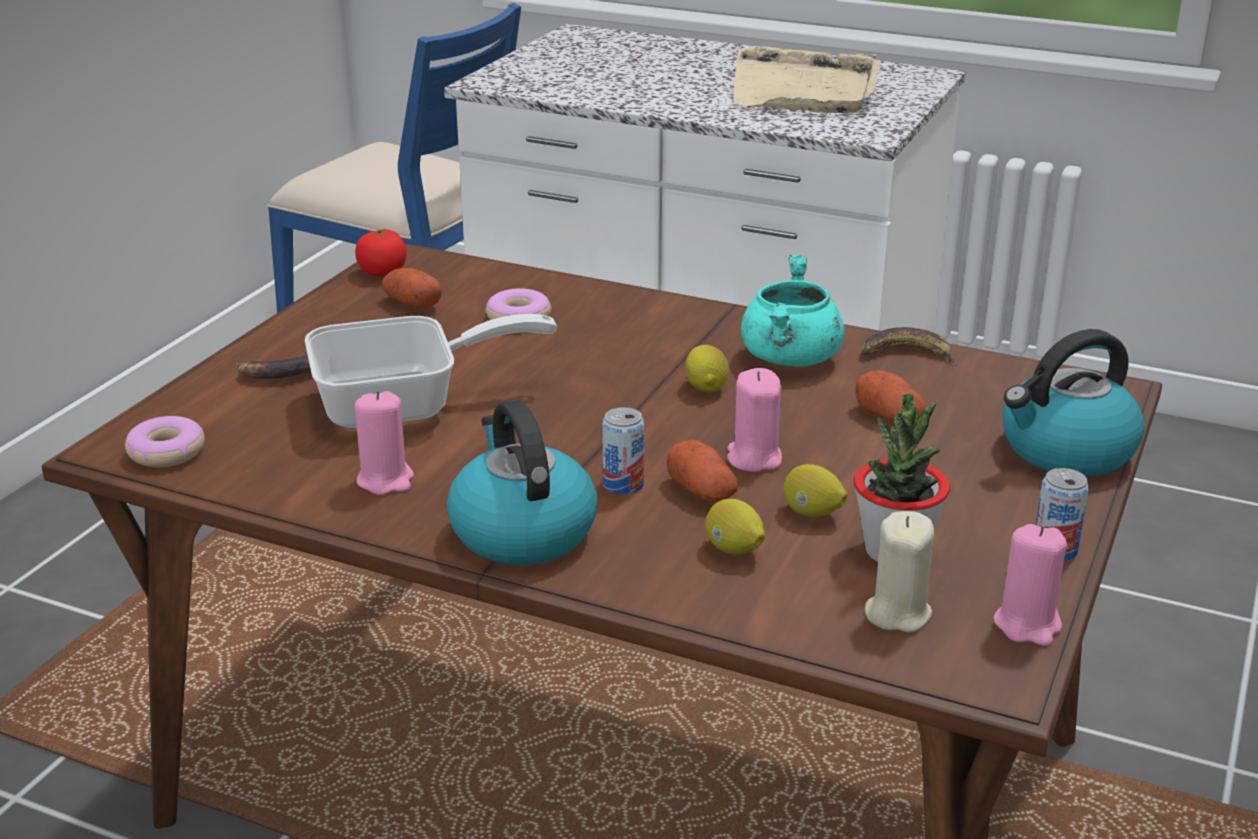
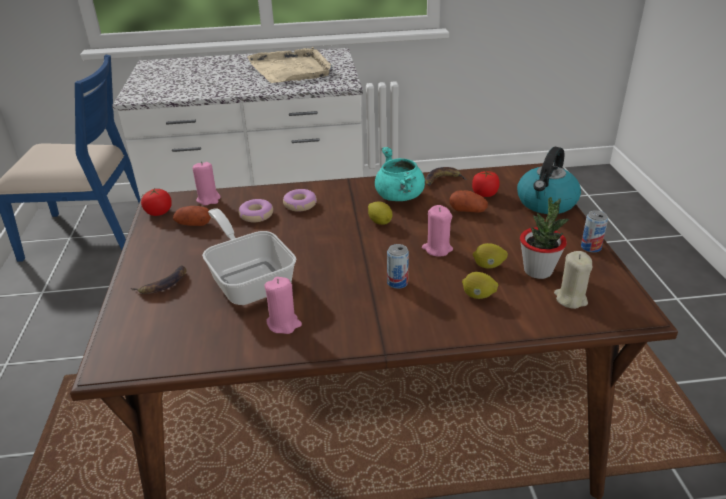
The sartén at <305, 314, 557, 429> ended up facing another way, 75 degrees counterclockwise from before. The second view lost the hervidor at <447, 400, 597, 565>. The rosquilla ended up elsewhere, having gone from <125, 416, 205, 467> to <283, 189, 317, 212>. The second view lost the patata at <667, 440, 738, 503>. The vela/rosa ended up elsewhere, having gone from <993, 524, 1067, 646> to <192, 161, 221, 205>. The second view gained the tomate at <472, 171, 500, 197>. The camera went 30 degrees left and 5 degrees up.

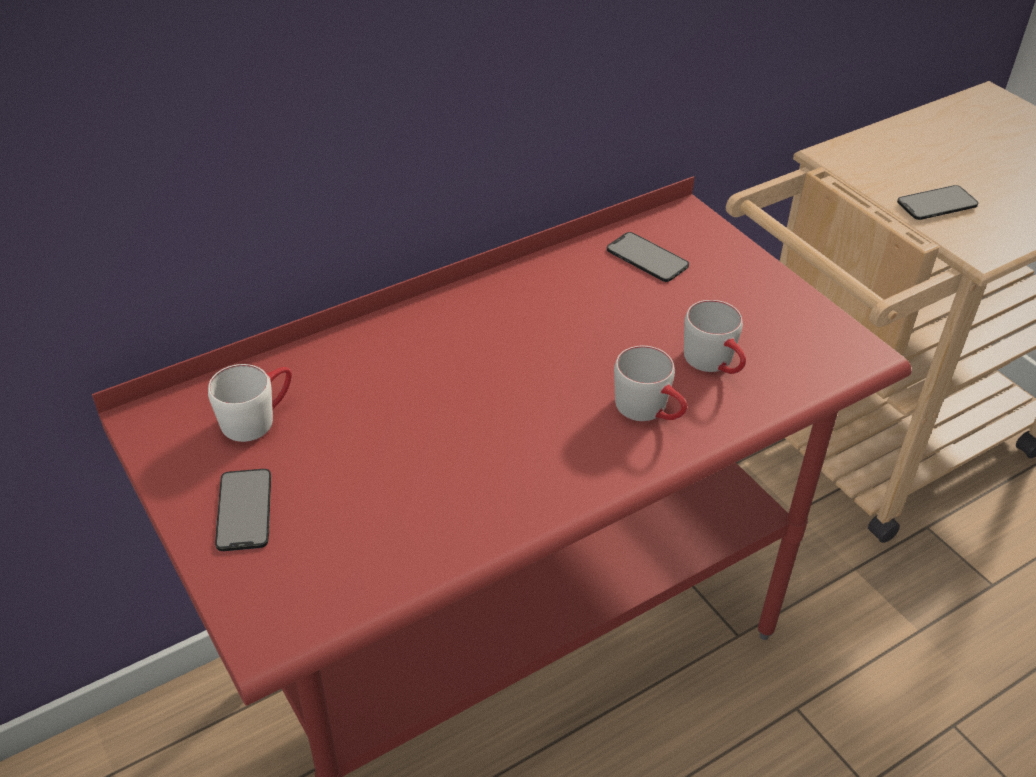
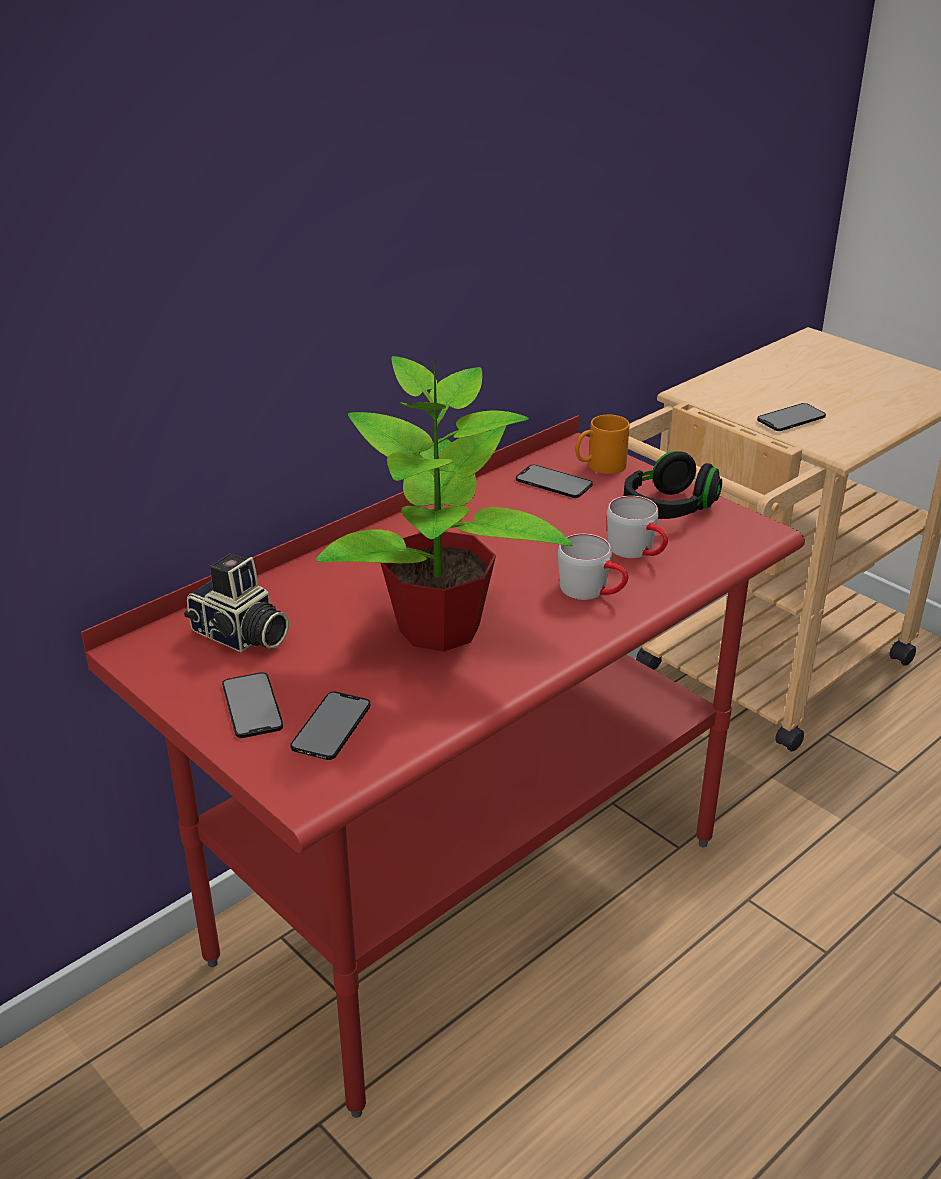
Where the taza grande/blanco stood at <208, 364, 292, 442>, the cámara came to stand at <184, 554, 289, 652>. The second view gained the planta en maceta at <316, 356, 572, 651>. The second view gained the taza grande/naranja at <575, 415, 630, 474>. The second view gained the auriculares/negro at <624, 451, 722, 519>. The second view gained the móvil at <291, 692, 370, 760>. The camera went 10 degrees left and 10 degrees down.

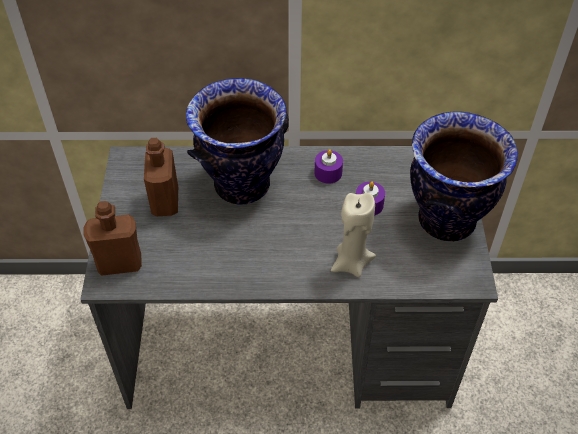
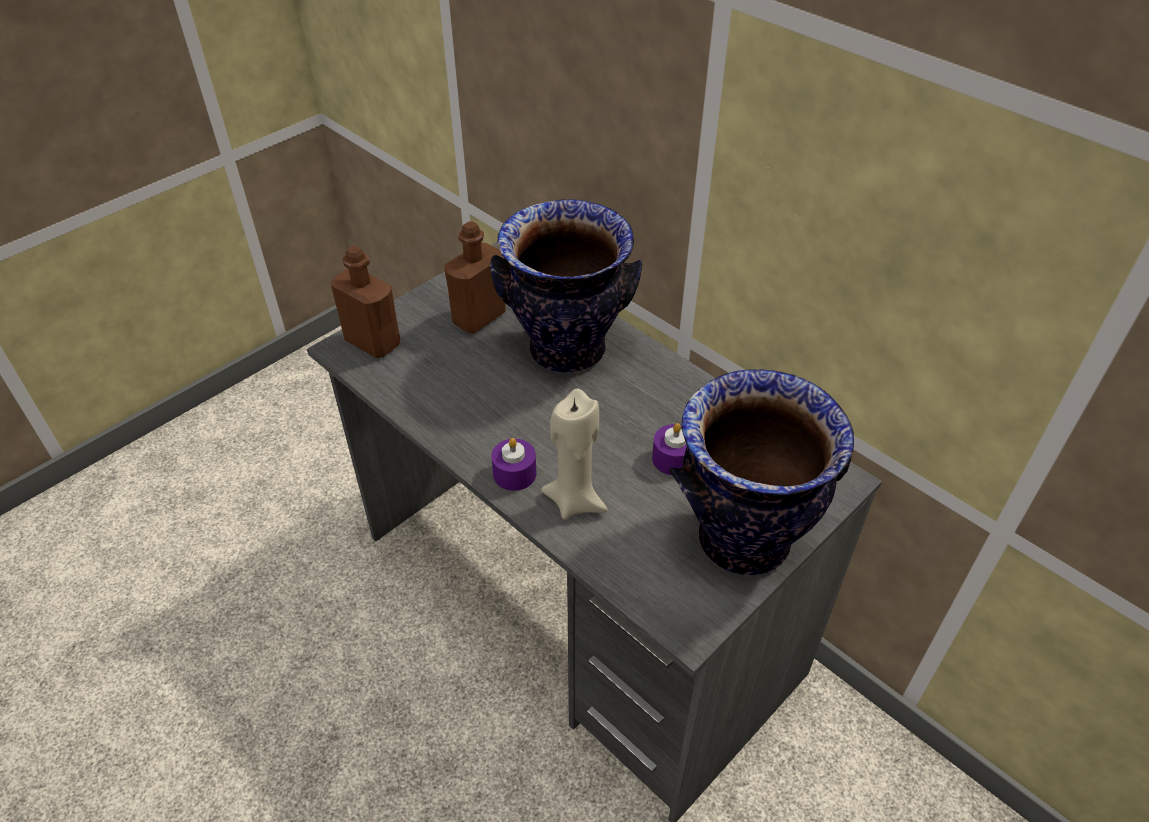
The vela/morado ended up elsewhere, having gone from <314, 149, 343, 184> to <491, 438, 536, 491>. The camera went 45 degrees right and 5 degrees down.

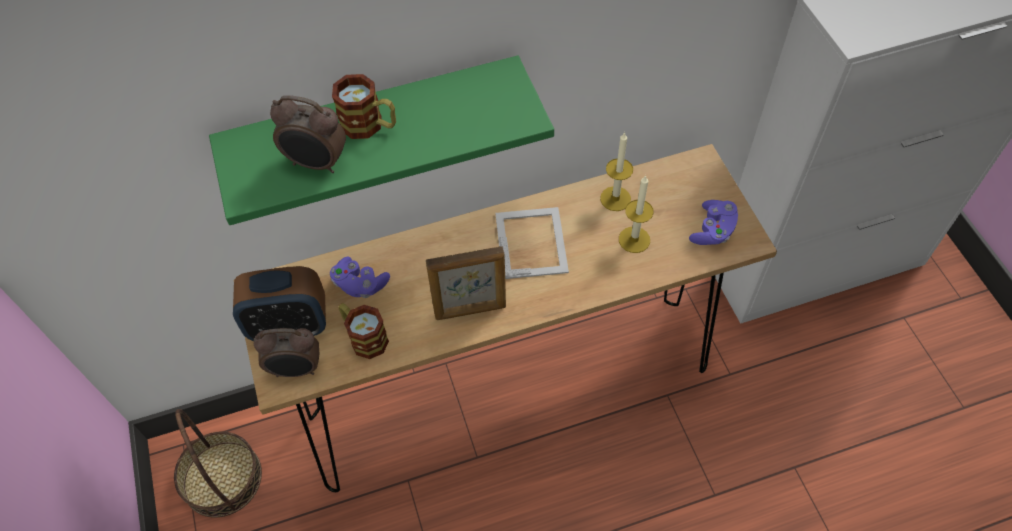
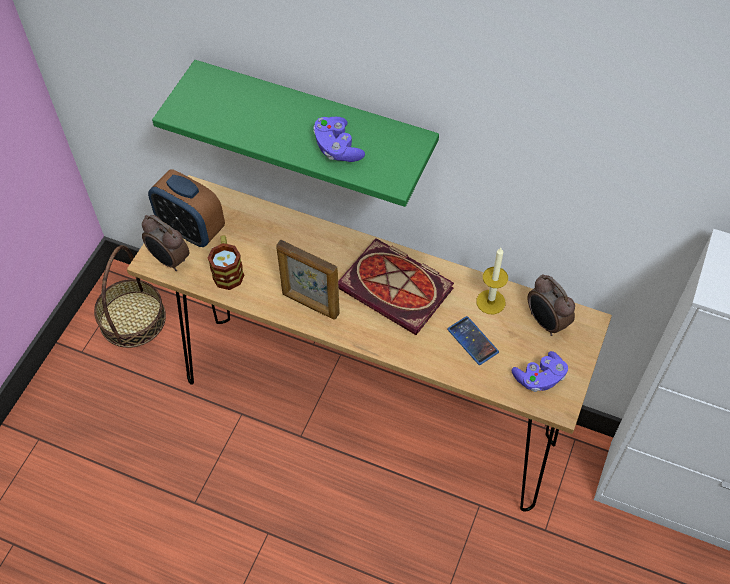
The second view lost the taza grande at <332, 74, 396, 139>. The despertador ended up elsewhere, having gone from <270, 95, 346, 173> to <528, 274, 575, 336>. Where the vela stood at <619, 175, 654, 253>, the móvil came to stand at <447, 316, 499, 365>. Where the portarretratos stood at <495, 207, 569, 279>, the libro came to stand at <338, 238, 454, 335>. The mando de consola/morado ended up elsewhere, having gone from <330, 257, 390, 298> to <313, 117, 365, 162>. The camera went 40 degrees right and 0 degrees up.

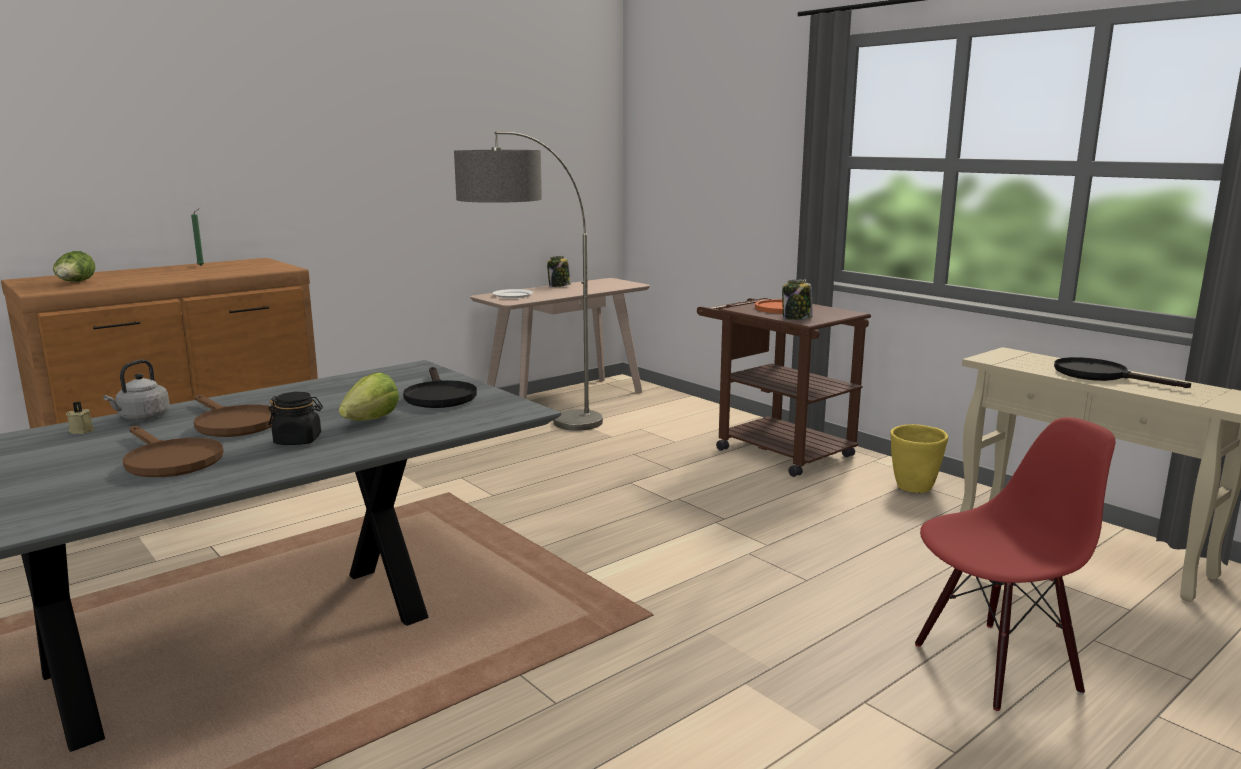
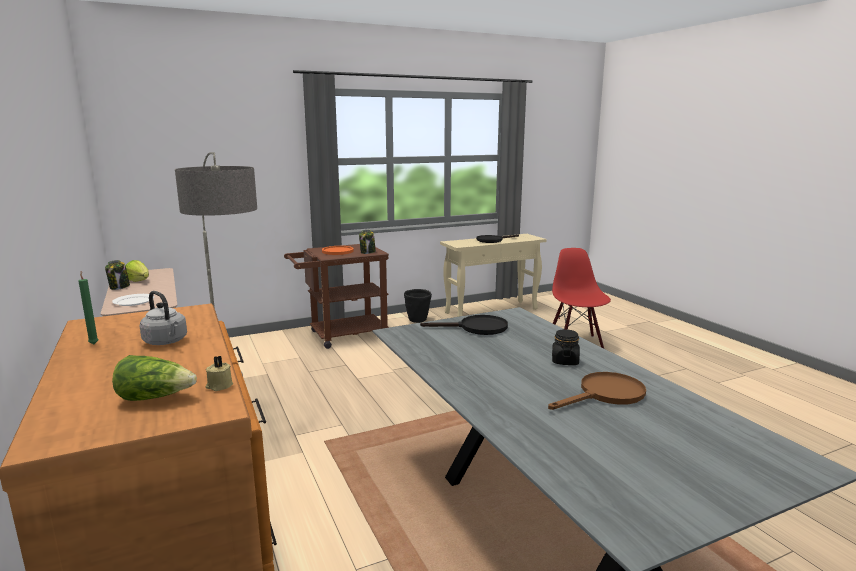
The hervidor/gris ended up elsewhere, having gone from <103, 360, 170, 420> to <140, 291, 187, 345>. The lechuga ended up elsewhere, having gone from <339, 372, 399, 421> to <125, 260, 149, 282>. The second view lost the sartén/marrón at <194, 395, 278, 437>. The vela/beis ended up elsewhere, having gone from <66, 402, 95, 434> to <205, 356, 233, 391>. What was the maceta/amarillo at <890, 424, 948, 493> turned into the maceta/negro at <404, 289, 432, 323>. The camera went 75 degrees left and 0 degrees up.

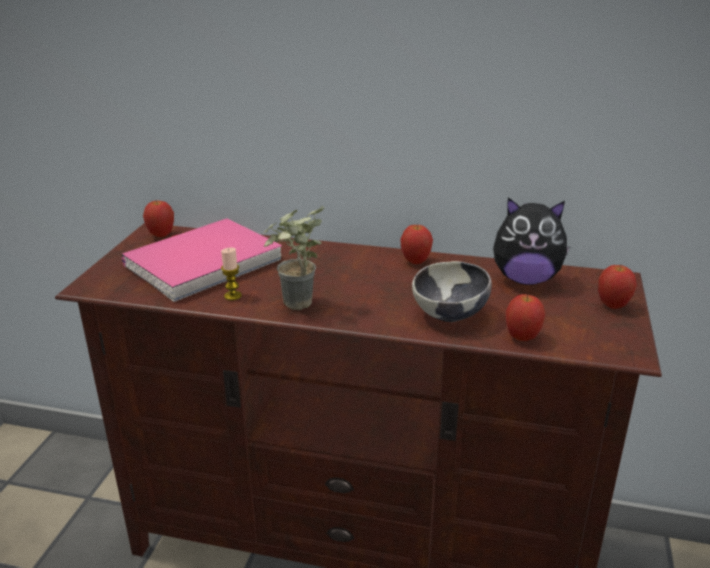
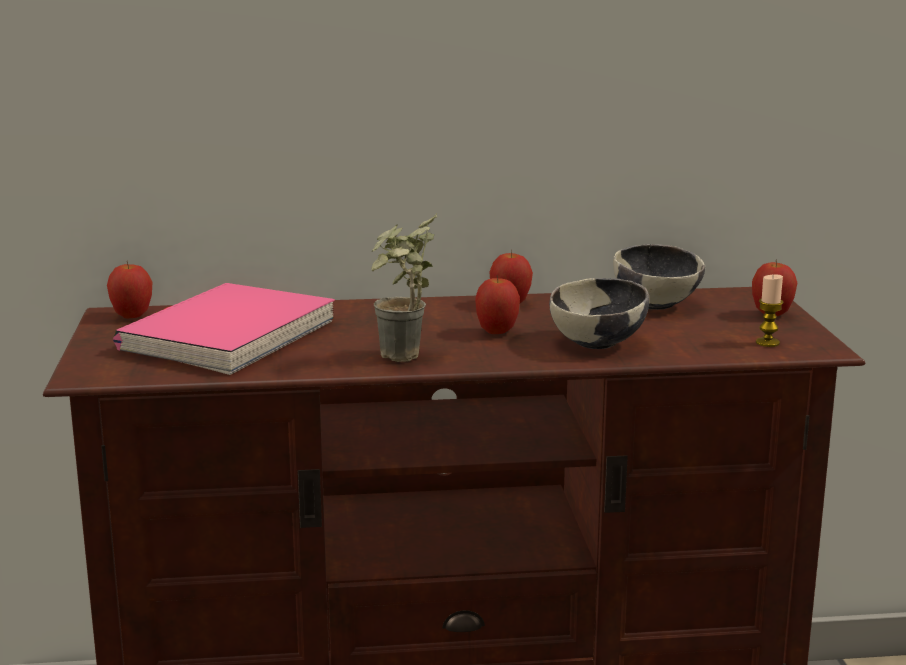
Where the peluche stood at <493, 198, 571, 285>, the cuenco came to stand at <613, 244, 705, 310>. The vela ended up elsewhere, having gone from <221, 248, 242, 301> to <756, 274, 783, 347>. The manzana ended up elsewhere, having gone from <506, 294, 546, 341> to <475, 275, 520, 334>. The camera went 20 degrees left and 10 degrees down.

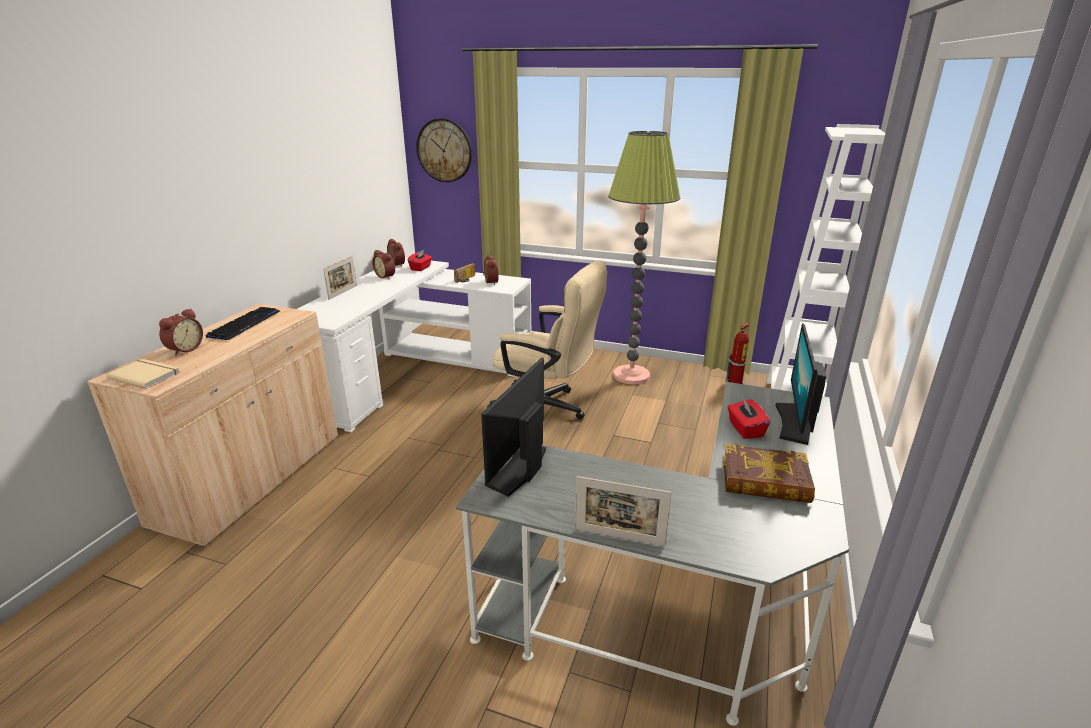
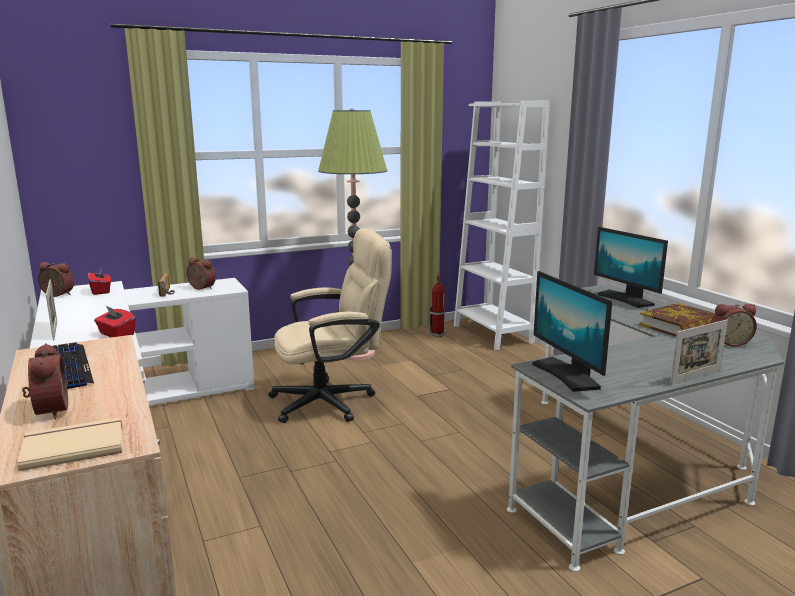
The second view lost the reloj de pared at <416, 118, 472, 182>. The despertador ended up elsewhere, having gone from <372, 250, 395, 279> to <711, 304, 757, 347>. The caja de pañuelos/rojo ended up elsewhere, having gone from <728, 398, 770, 439> to <94, 305, 136, 337>. The camera went 45 degrees left and 10 degrees down.

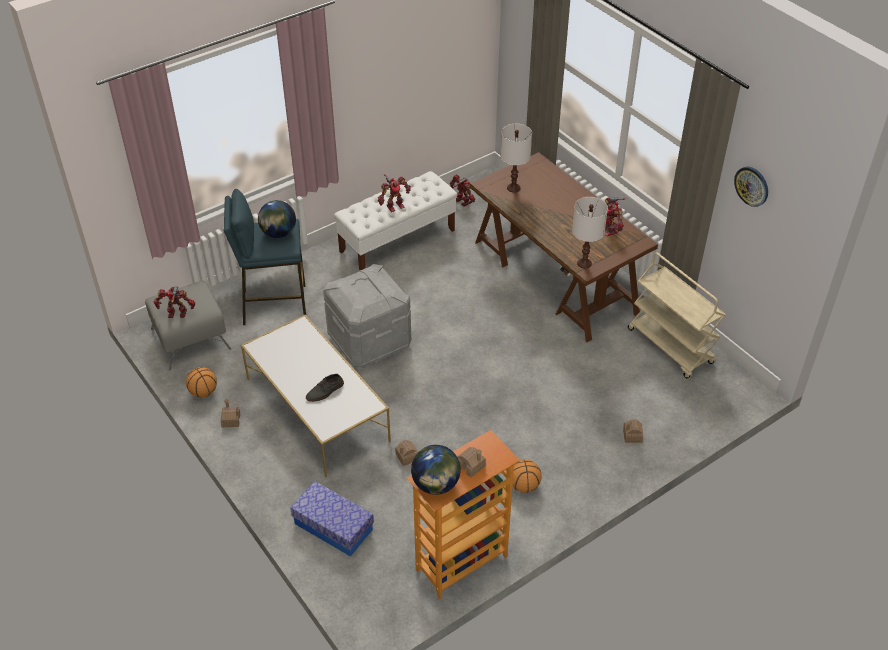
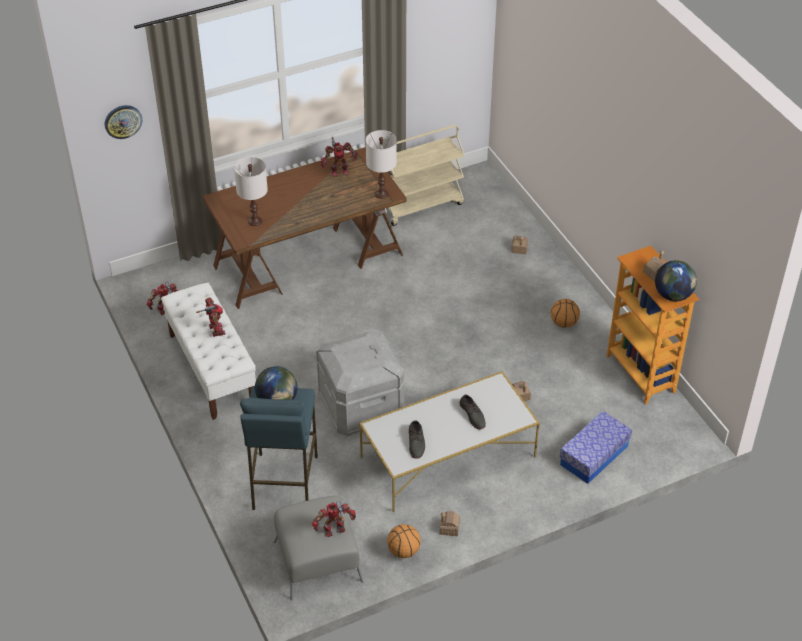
The reloj de pared ended up elsewhere, having gone from <734, 167, 768, 207> to <105, 105, 142, 139>. The robot de juguete at <153, 287, 195, 318> ended up facing another way, 60 degrees clockwise from before. The second view gained the zapato/gris at <409, 421, 425, 459>. The camera went 80 degrees left and 0 degrees up.

